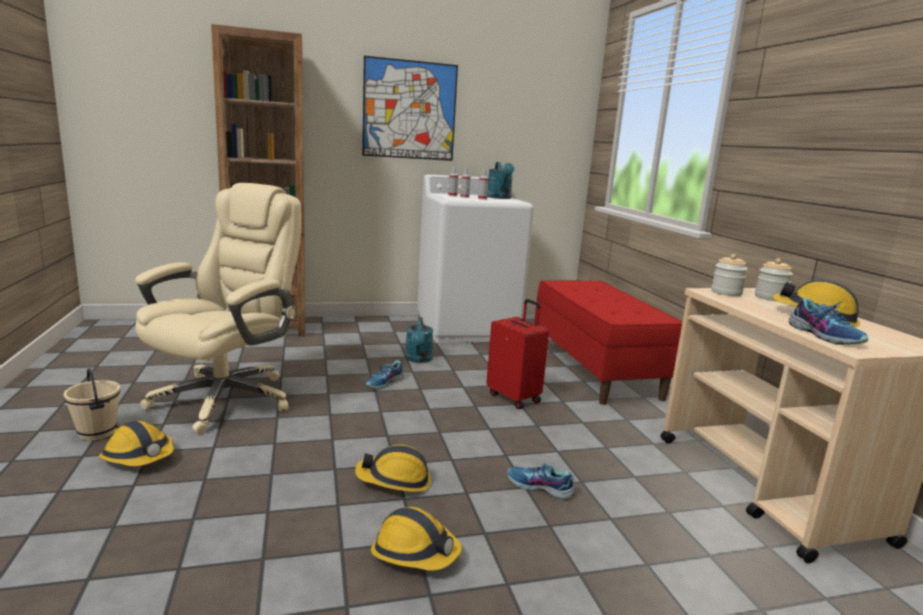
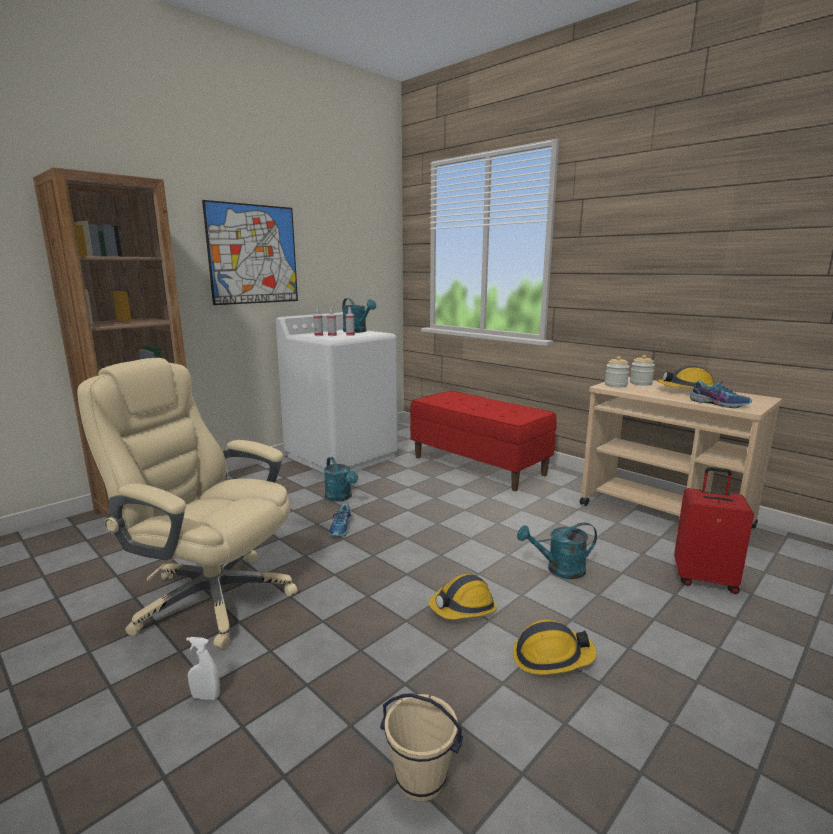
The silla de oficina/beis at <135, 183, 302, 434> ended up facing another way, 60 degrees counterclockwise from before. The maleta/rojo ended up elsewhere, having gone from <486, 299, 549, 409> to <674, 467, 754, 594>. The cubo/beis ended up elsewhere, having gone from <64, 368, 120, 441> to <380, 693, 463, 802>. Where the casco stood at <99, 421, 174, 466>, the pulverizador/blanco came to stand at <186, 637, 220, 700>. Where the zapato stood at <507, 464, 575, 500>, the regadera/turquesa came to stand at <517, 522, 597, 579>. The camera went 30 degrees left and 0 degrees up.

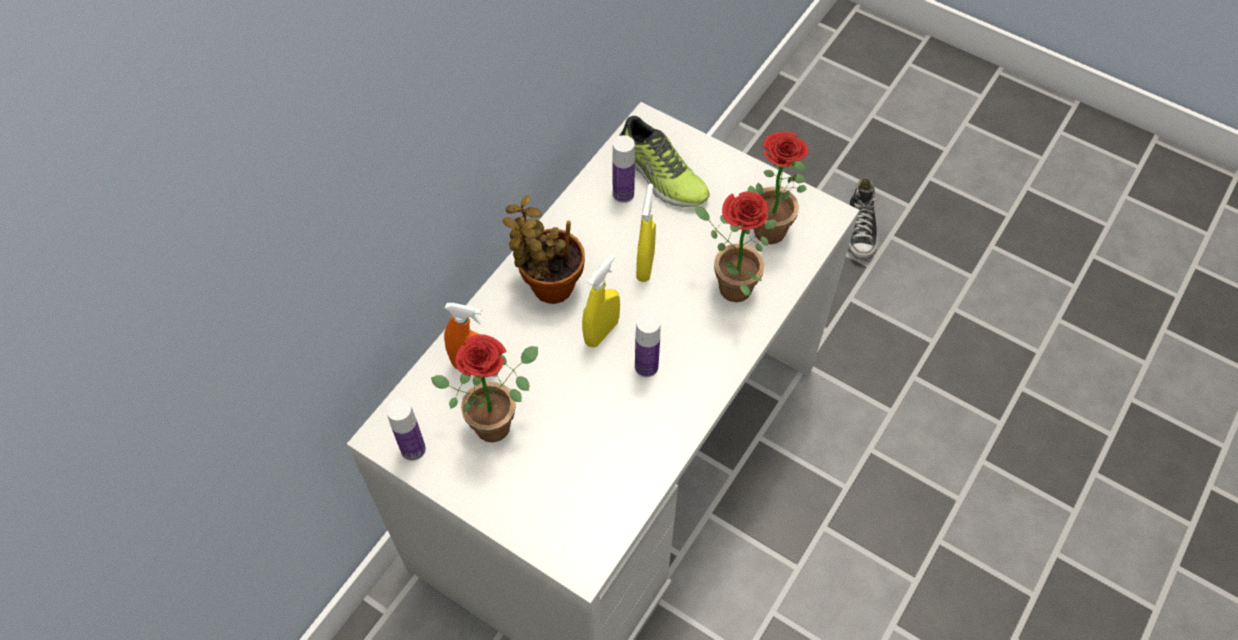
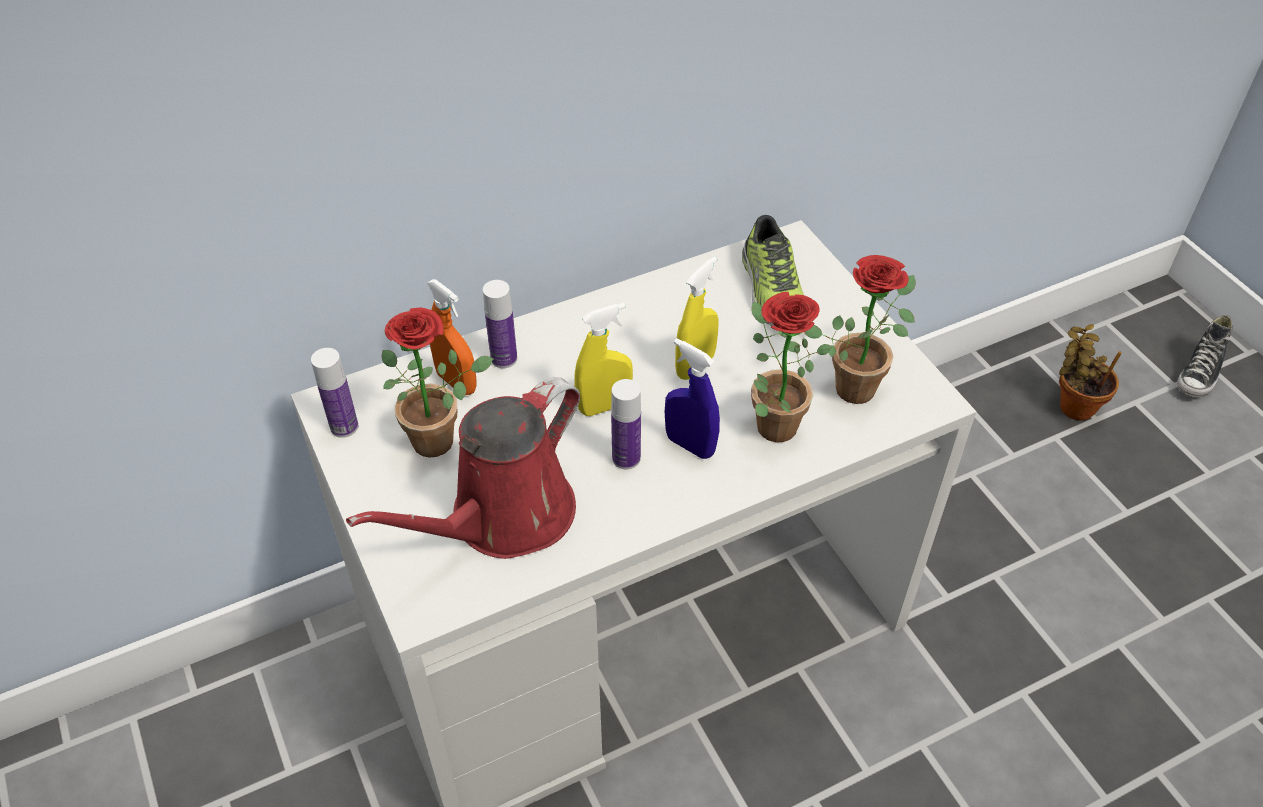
The botella ended up elsewhere, having gone from <612, 135, 635, 203> to <483, 280, 517, 368>. The zapato ended up elsewhere, having gone from <849, 177, 878, 260> to <1178, 315, 1233, 398>. The planta en maceta ended up elsewhere, having gone from <502, 195, 585, 304> to <1059, 324, 1122, 421>. The second view gained the pulverizador/azul at <665, 338, 720, 459>. The second view gained the regadera/rojo at <346, 377, 580, 559>. The camera went 30 degrees right and 10 degrees down.

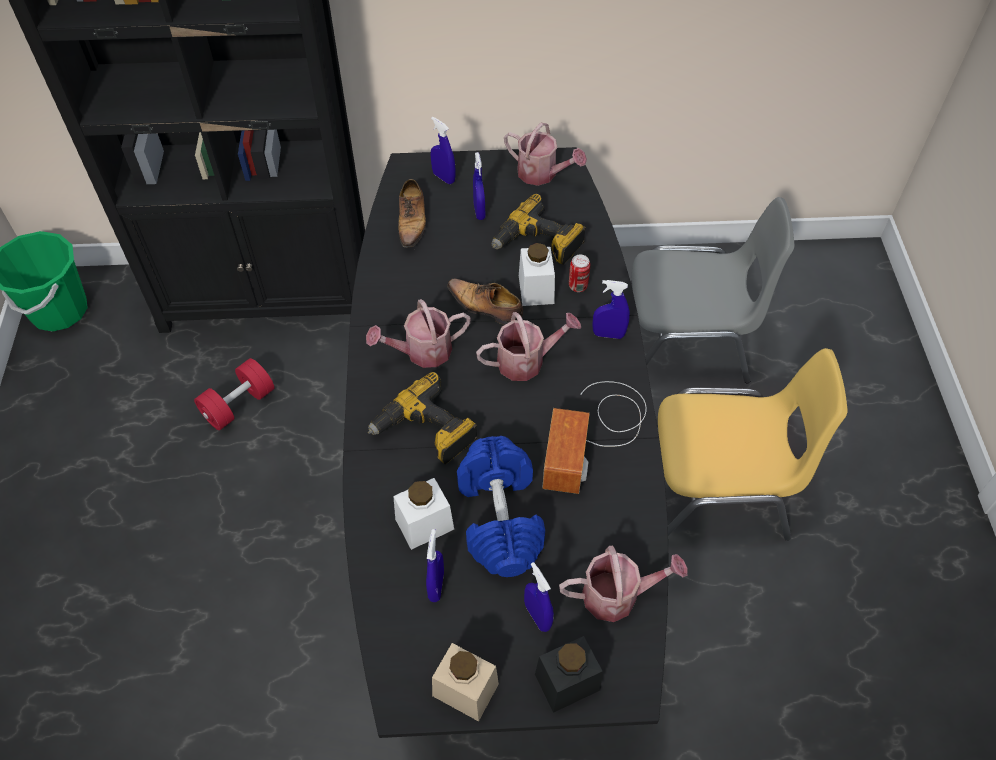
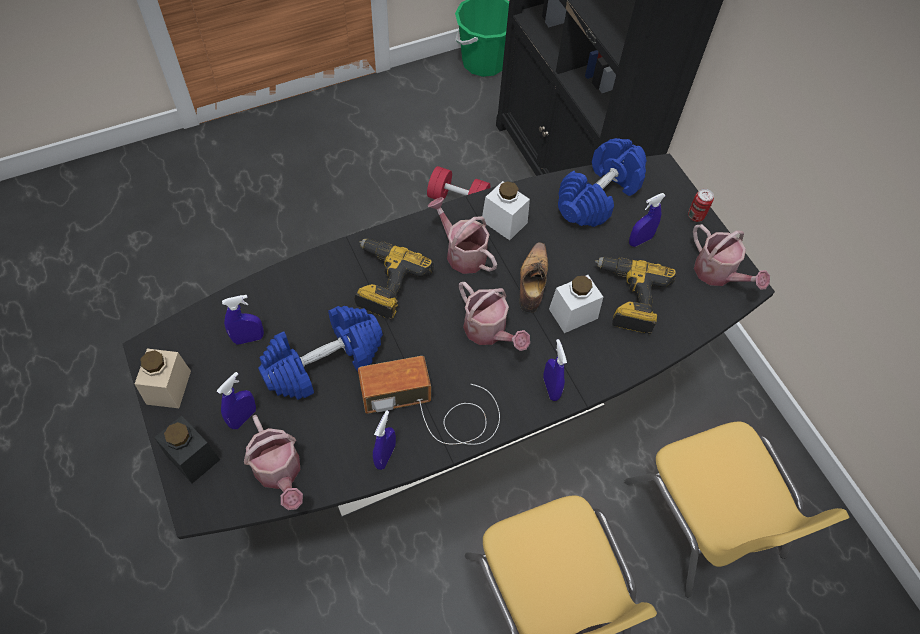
The pulverizador/azul ended up elsewhere, having gone from <431, 116, 455, 184> to <373, 410, 396, 470>. The regadera at <504, 123, 587, 186> ended up facing another way, 45 degrees counterclockwise from before. Where the zapato stood at <398, 179, 426, 248>, the mancuerna/azul came to stand at <558, 138, 646, 227>. What was the silla/gris at <631, 197, 794, 383> turned into the silla/amarillo at <625, 421, 849, 597>. The lata ended up elsewhere, having gone from <569, 255, 590, 292> to <688, 189, 714, 222>. The tarro/blanco ended up elsewhere, having gone from <393, 478, 454, 550> to <481, 181, 530, 240>. The camera went 65 degrees right and 5 degrees up.

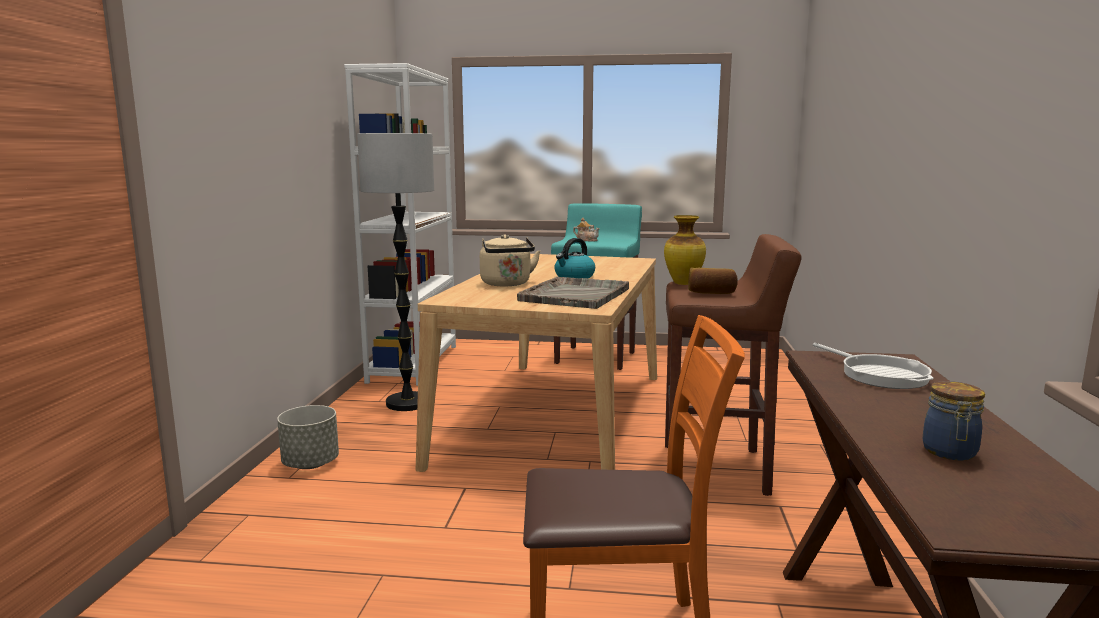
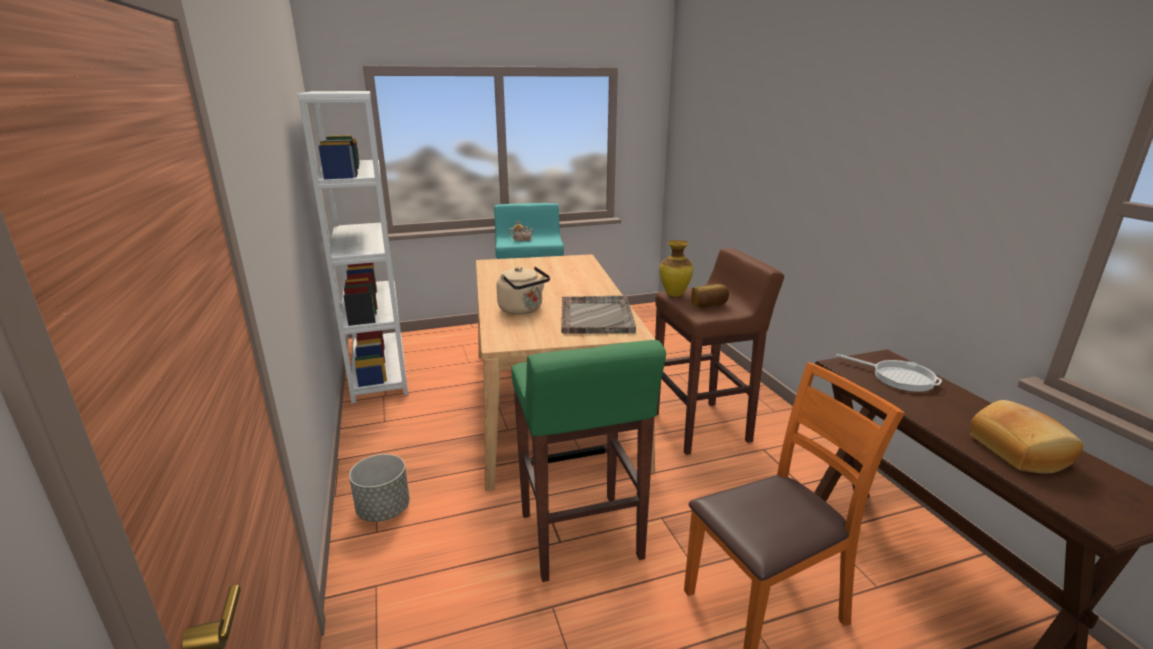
The second view lost the lámpara de pie at <357, 133, 434, 411>. The second view lost the hervidor at <554, 238, 595, 278>. Where the tarro stood at <923, 381, 985, 461>, the pan came to stand at <970, 400, 1083, 474>. The second view gained the taburete/verde at <512, 340, 666, 582>. The camera went 25 degrees left and 10 degrees up.

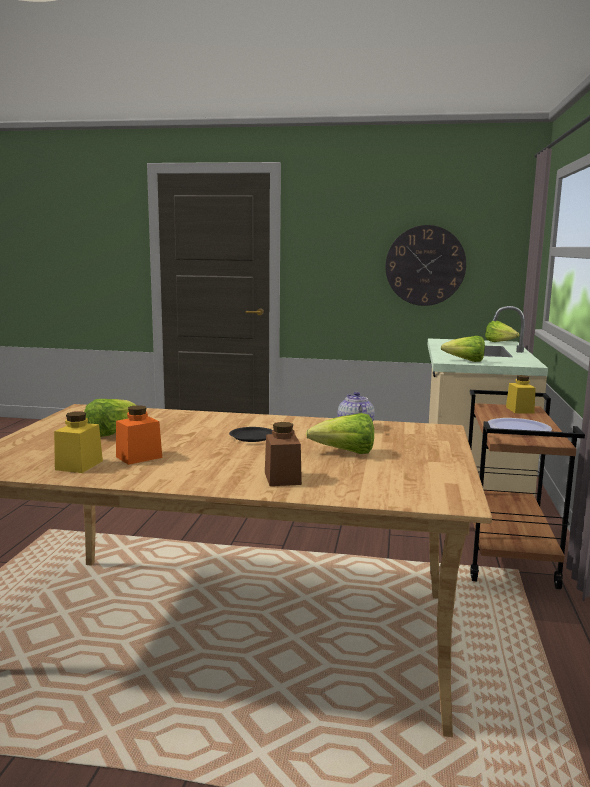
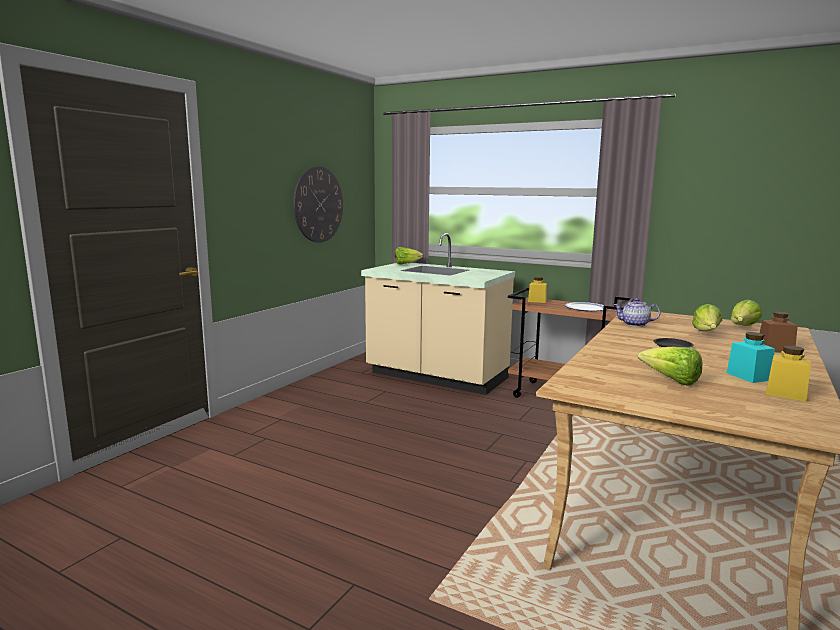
The lechuga ended up elsewhere, having gone from <441, 336, 485, 362> to <731, 300, 762, 326>. What was the tarro/naranja at <116, 405, 162, 465> turned into the tarro/turquesa at <727, 332, 775, 383>. The camera went 70 degrees left and 0 degrees up.

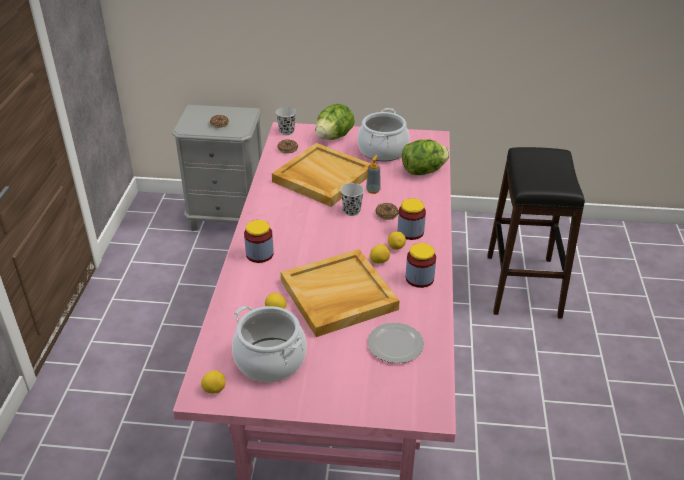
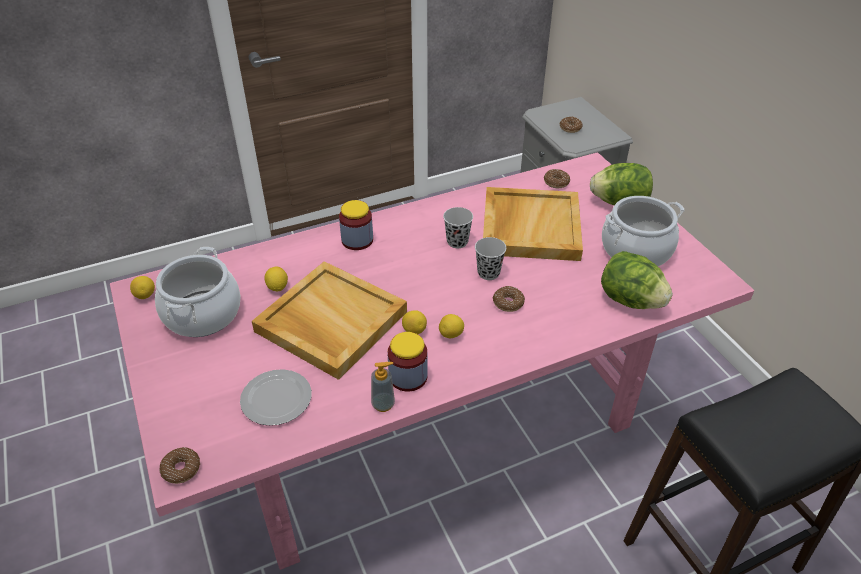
The taza/negro ended up elsewhere, having gone from <276, 107, 296, 135> to <443, 207, 473, 248>. The dispensador de jabón ended up elsewhere, having gone from <366, 155, 381, 194> to <371, 362, 395, 412>. The second view lost the tarro at <398, 198, 426, 240>. The second view gained the rosquilla at <160, 447, 200, 484>. The camera went 60 degrees right and 5 degrees up.

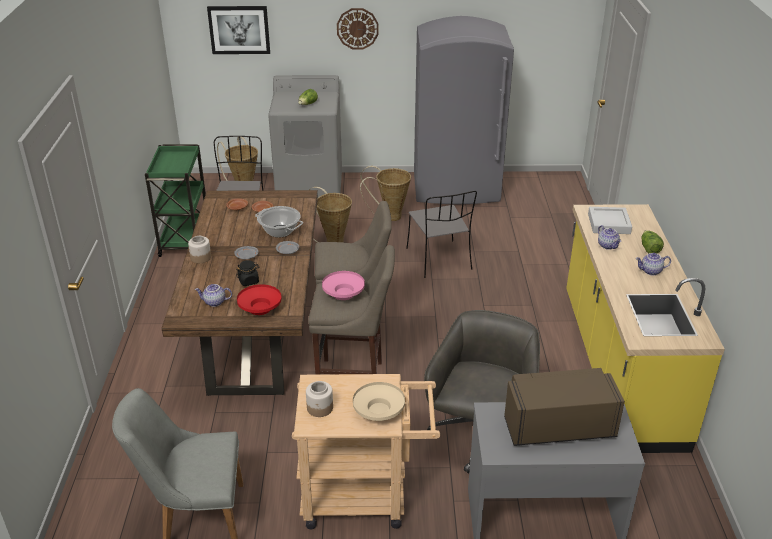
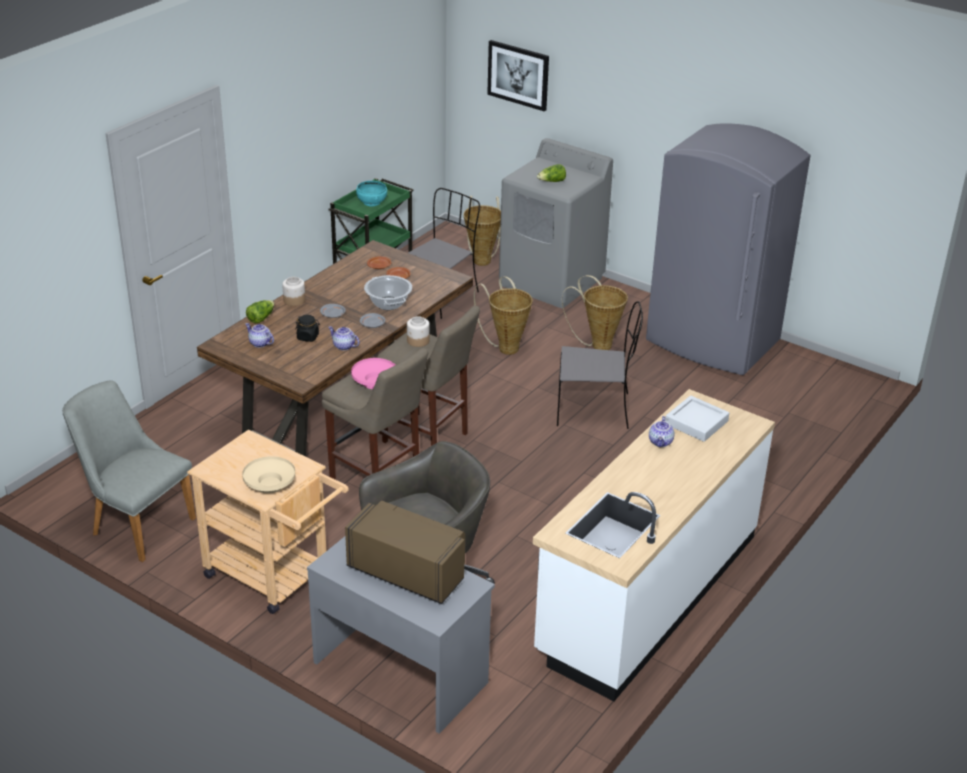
The second view lost the reloj de pared at <337, 8, 379, 49>. The silla/gris at <406, 191, 477, 278> ended up facing another way, 105 degrees counterclockwise from before. What was the mueble bajo de cocina/amarillo at <566, 204, 725, 453> turned into the mueble bajo de cocina/blanco at <533, 389, 775, 701>. The lechuga ended up elsewhere, having gone from <641, 230, 664, 253> to <246, 300, 274, 323>. The tetera ended up elsewhere, having gone from <636, 253, 671, 275> to <328, 326, 359, 350>. The second view lost the cuenco/rojo at <237, 284, 281, 315>. The tarro ended up elsewhere, having gone from <306, 381, 333, 417> to <407, 316, 430, 347>. The second view gained the cuenco/turquesa at <356, 181, 387, 207>. The camera went 35 degrees right and 0 degrees up.

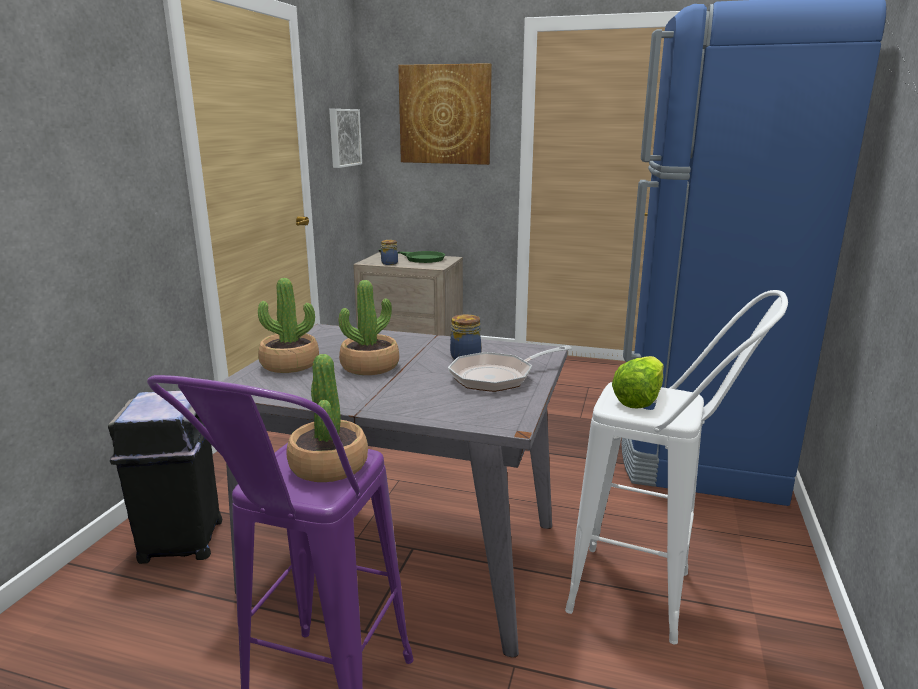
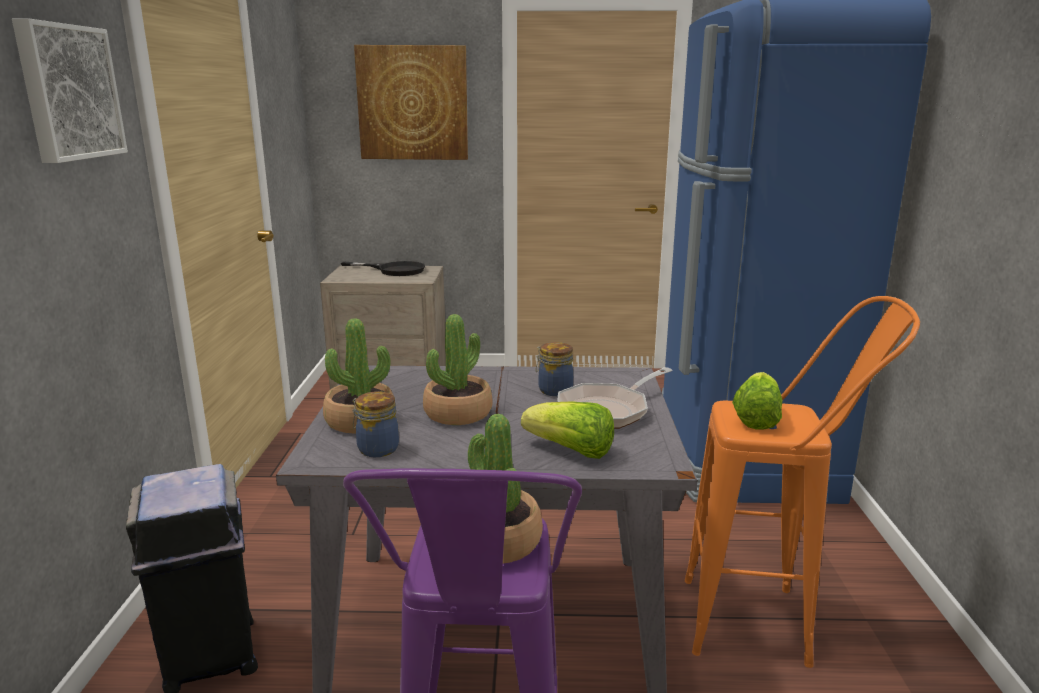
The cuadro ended up elsewhere, having gone from <329, 109, 362, 168> to <12, 18, 128, 163>. The tarro ended up elsewhere, having gone from <381, 240, 398, 265> to <352, 391, 399, 457>. What was the sartén/verde at <379, 249, 445, 263> turned into the sartén/negro at <341, 261, 425, 276>. What was the taburete/blanco at <565, 290, 788, 644> turned into the taburete/naranja at <685, 296, 920, 668>. The second view gained the lechuga at <521, 401, 614, 459>. The camera went 15 degrees left and 0 degrees up.

